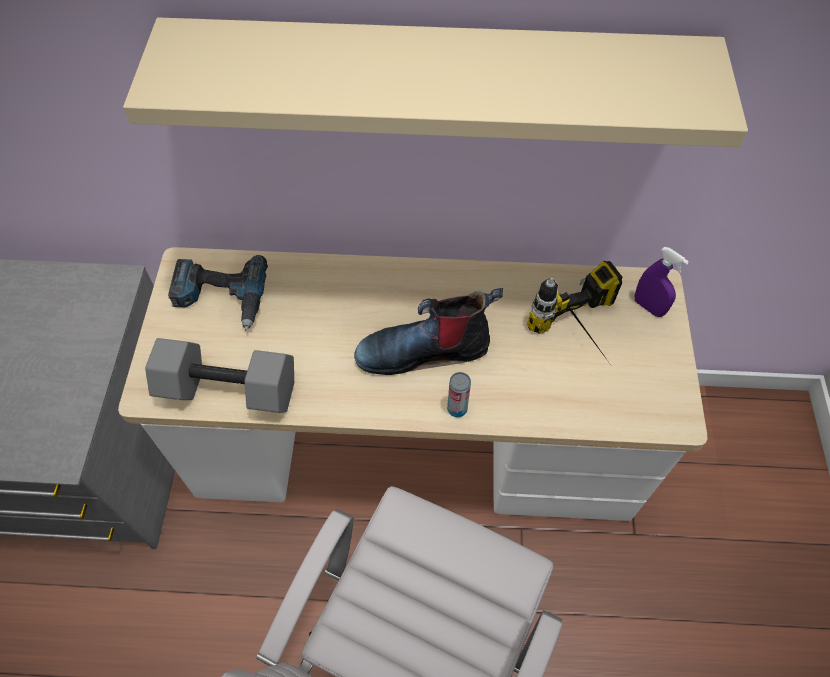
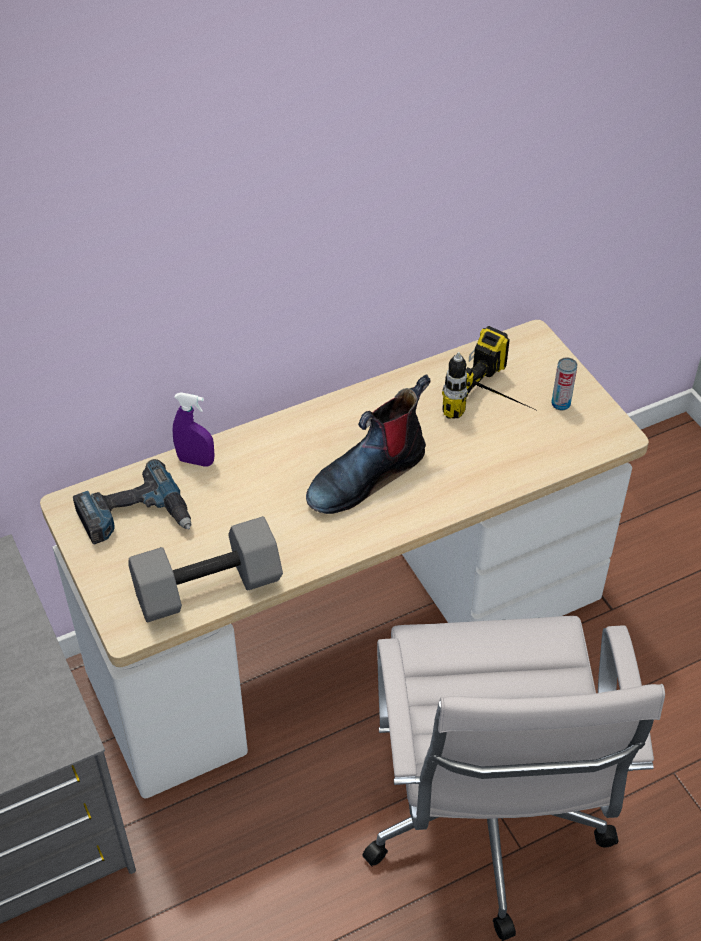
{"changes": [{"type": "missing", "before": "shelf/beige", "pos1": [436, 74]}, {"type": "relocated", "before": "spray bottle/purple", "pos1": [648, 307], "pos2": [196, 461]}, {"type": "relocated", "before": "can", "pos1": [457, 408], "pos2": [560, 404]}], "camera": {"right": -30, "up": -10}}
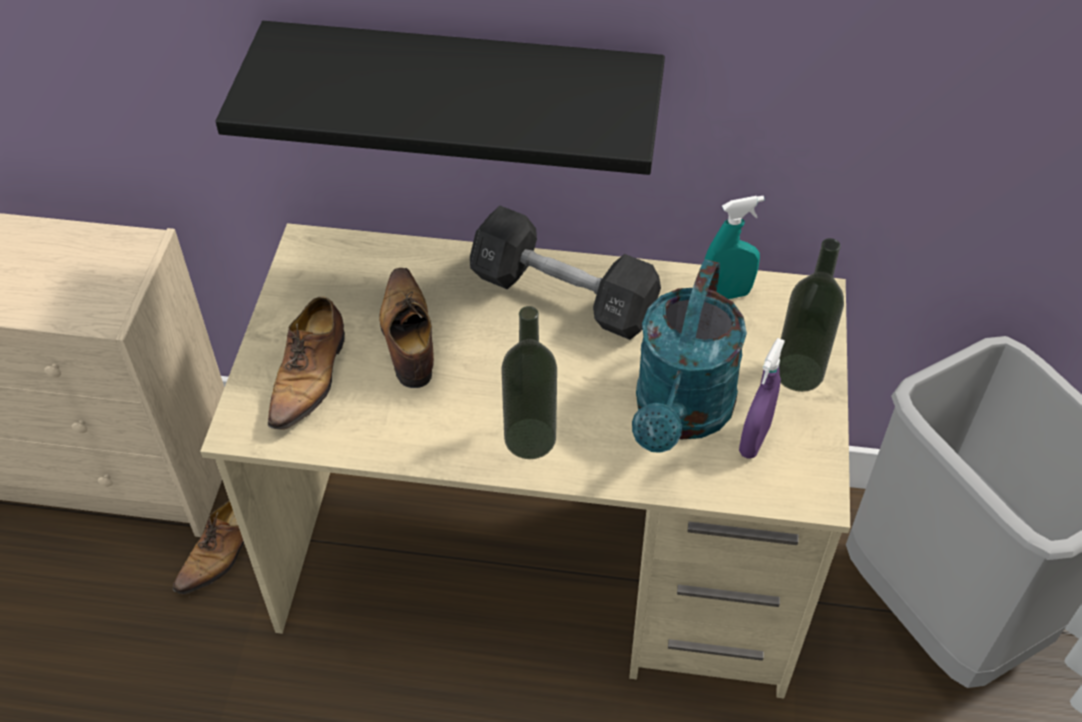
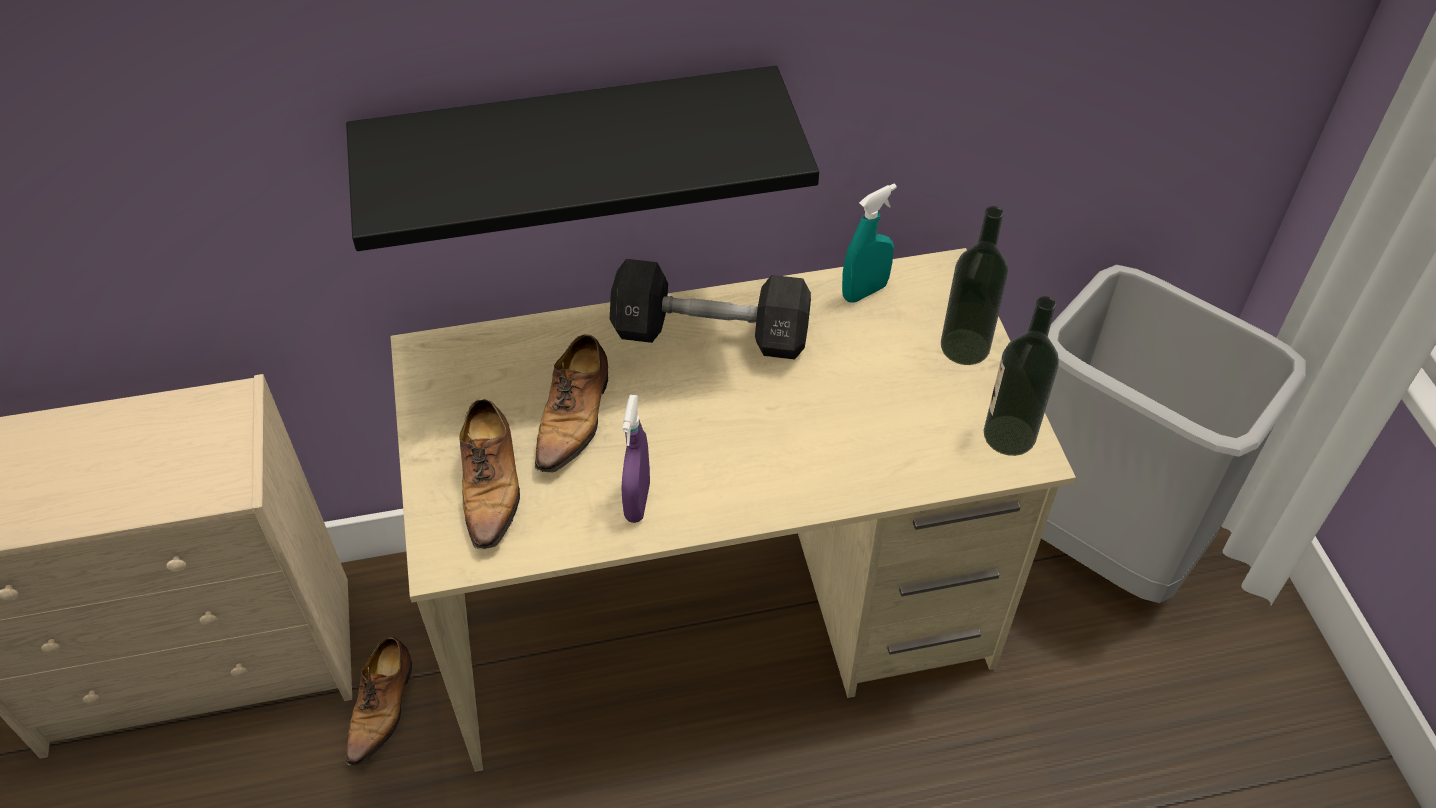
{"changes": [{"type": "missing", "before": "watering can/turquoise", "pos1": [680, 415]}, {"type": "spun", "before": "shoe", "pos1": [408, 337], "pos2": [574, 417], "turn": -135}, {"type": "relocated", "before": "bottle", "pos1": [530, 438], "pos2": [1009, 435]}, {"type": "relocated", "before": "spray bottle/purple", "pos1": [754, 440], "pos2": [637, 501]}], "camera": {"right": -20, "up": 0}}
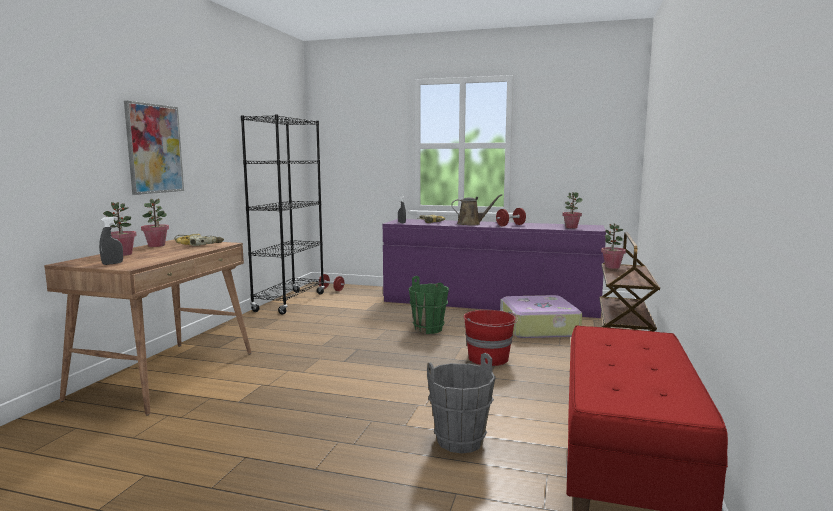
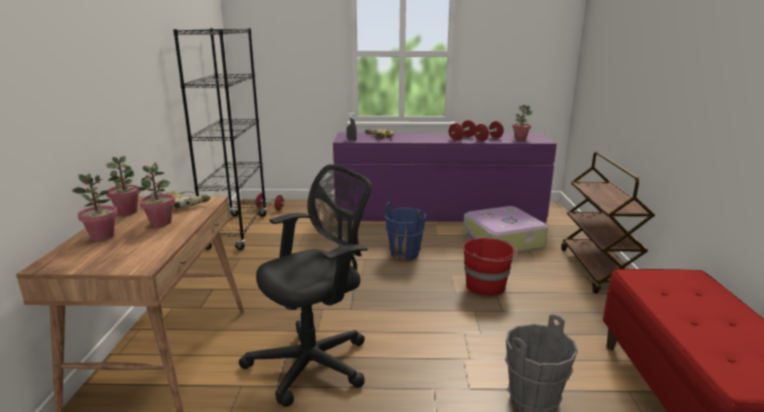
{"changes": [{"type": "missing", "before": "picture", "pos1": [154, 149]}, {"type": "missing", "before": "watering can/brown", "pos1": [471, 224]}, {"type": "missing", "before": "spray bottle/grey", "pos1": [112, 263]}, {"type": "relocated", "before": "potted plant", "pos1": [612, 267], "pos2": [160, 223]}, {"type": "colour", "before": "bucket/green", "after": "bucket/blue", "pos1": [428, 329], "pos2": [405, 254]}, {"type": "appeared", "after": "dumbbell/red", "pos2": [488, 139]}, {"type": "appeared", "after": "office chair/black", "pos2": [315, 363]}], "camera": {"right": -15, "up": 10}}
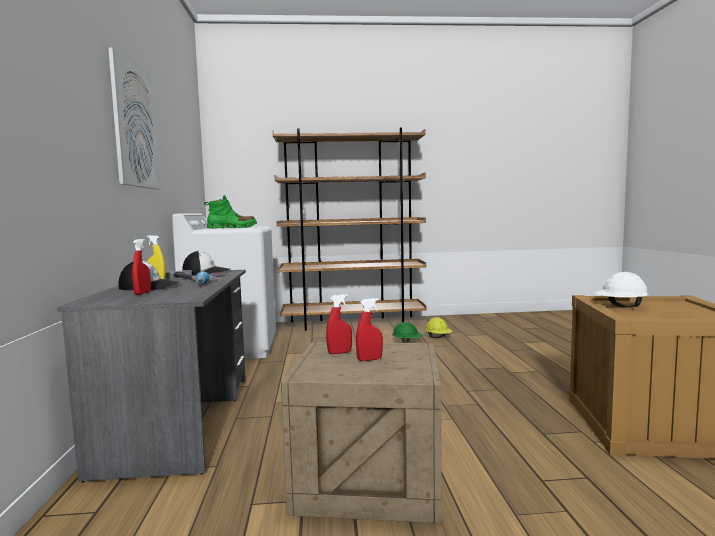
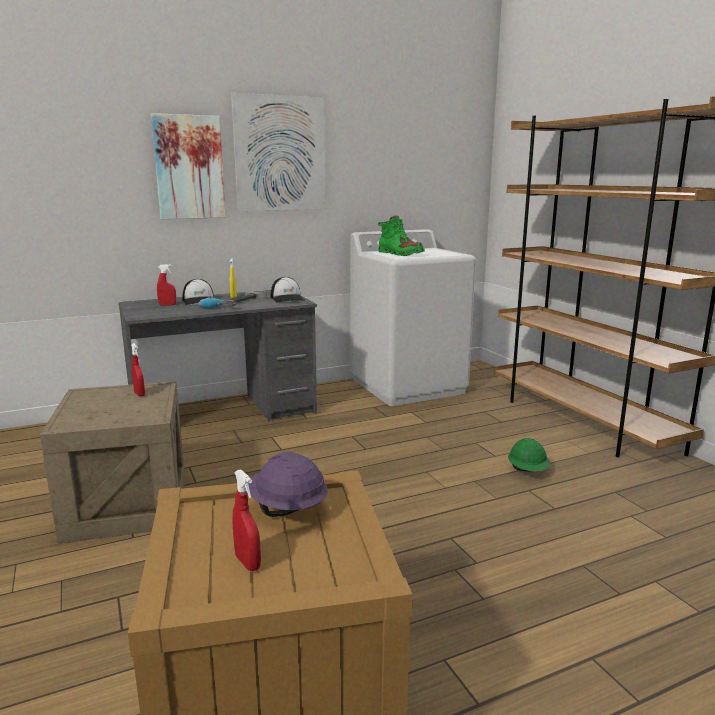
{"changes": [{"type": "colour", "before": "hard hat/white", "after": "hard hat/purple", "pos1": [621, 307], "pos2": [287, 509]}, {"type": "relocated", "before": "spray bottle/red", "pos1": [369, 359], "pos2": [247, 563]}, {"type": "missing", "before": "hard hat/yellow", "pos1": [438, 337]}, {"type": "appeared", "after": "picture", "pos2": [189, 167]}], "camera": {"right": 70, "up": 10}}
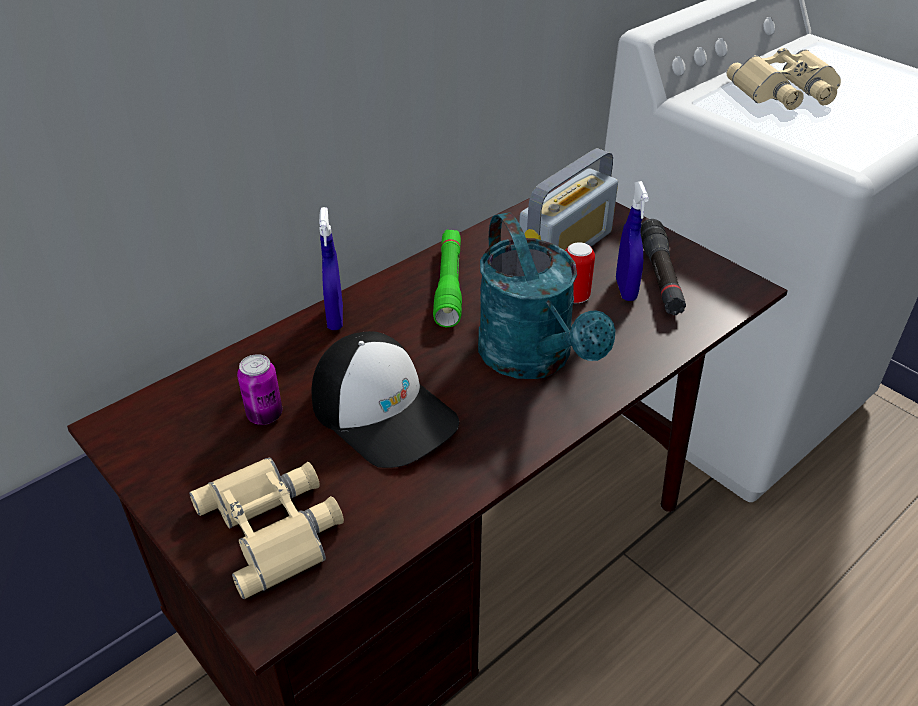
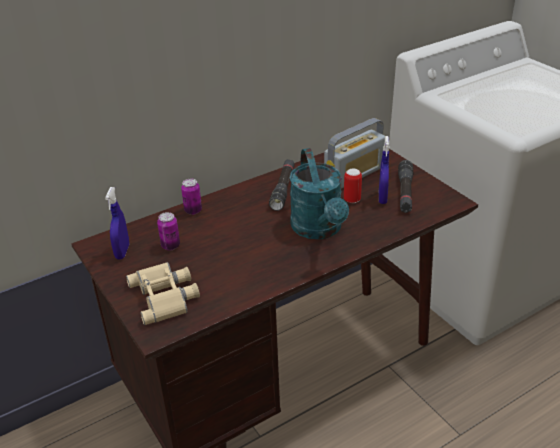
{"changes": [{"type": "missing", "before": "binoculars/beige", "pos1": [786, 91]}, {"type": "relocated", "before": "spray bottle/blue", "pos1": [335, 318], "pos2": [122, 252]}, {"type": "colour", "before": "flashlight/green", "after": "flashlight/black", "pos1": [449, 285], "pos2": [283, 189]}, {"type": "missing", "before": "cap", "pos1": [384, 411]}, {"type": "appeared", "after": "can", "pos2": [193, 210]}], "camera": {"right": 10, "up": -5}}
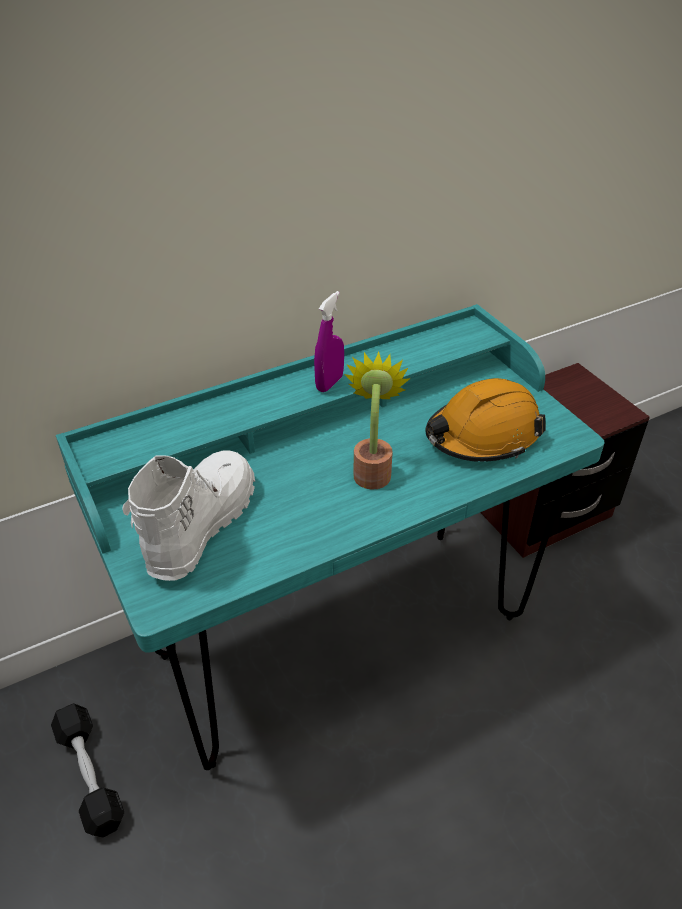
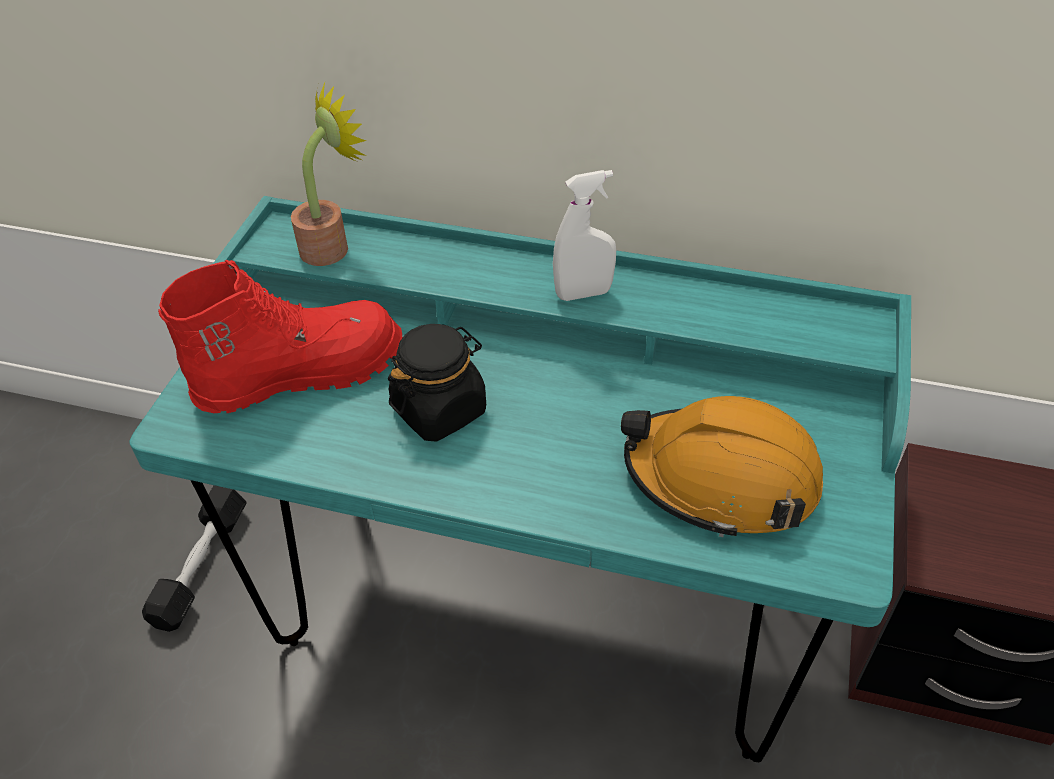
{"changes": [{"type": "colour", "before": "spray bottle/purple", "after": "spray bottle/white", "pos1": [329, 383], "pos2": [583, 293]}, {"type": "relocated", "before": "potted plant", "pos1": [372, 470], "pos2": [333, 245]}, {"type": "colour", "before": "boot/white", "after": "boot/red", "pos1": [200, 526], "pos2": [300, 373]}, {"type": "appeared", "after": "jar/black", "pos2": [440, 409]}], "camera": {"right": 45, "up": 5}}
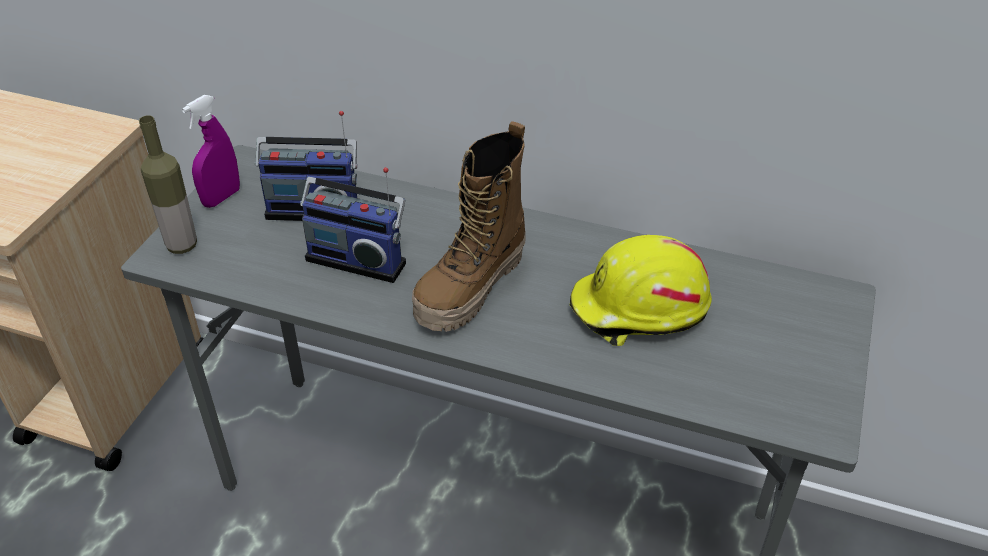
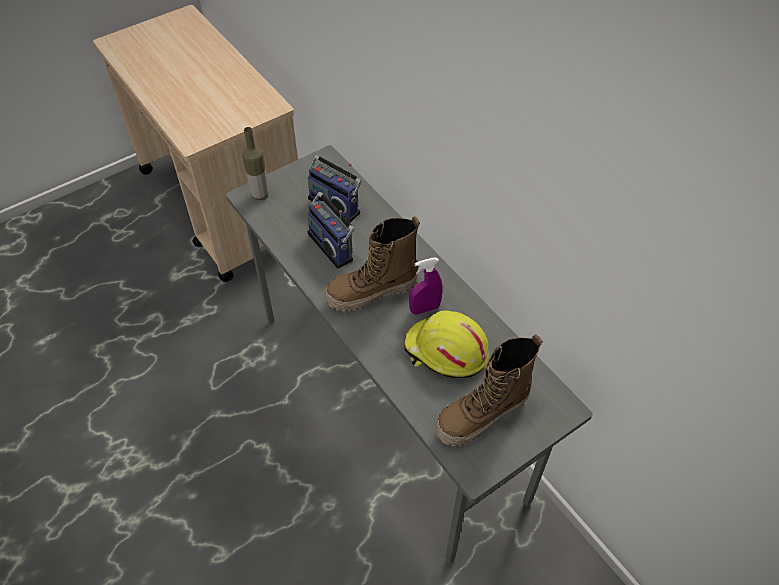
{"changes": [{"type": "relocated", "before": "spray bottle/purple", "pos1": [221, 198], "pos2": [424, 309]}, {"type": "appeared", "after": "boot", "pos2": [482, 416]}], "camera": {"right": 35, "up": 10}}
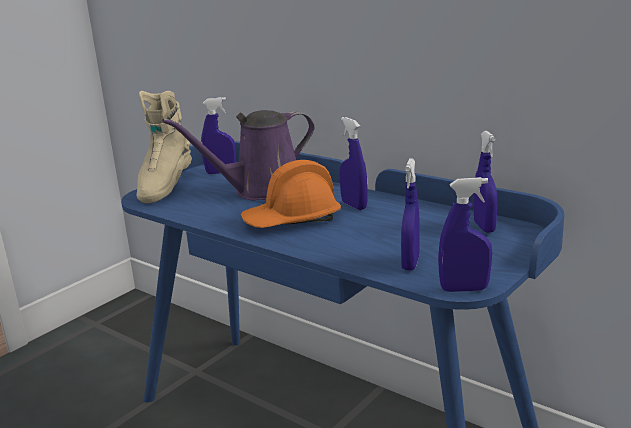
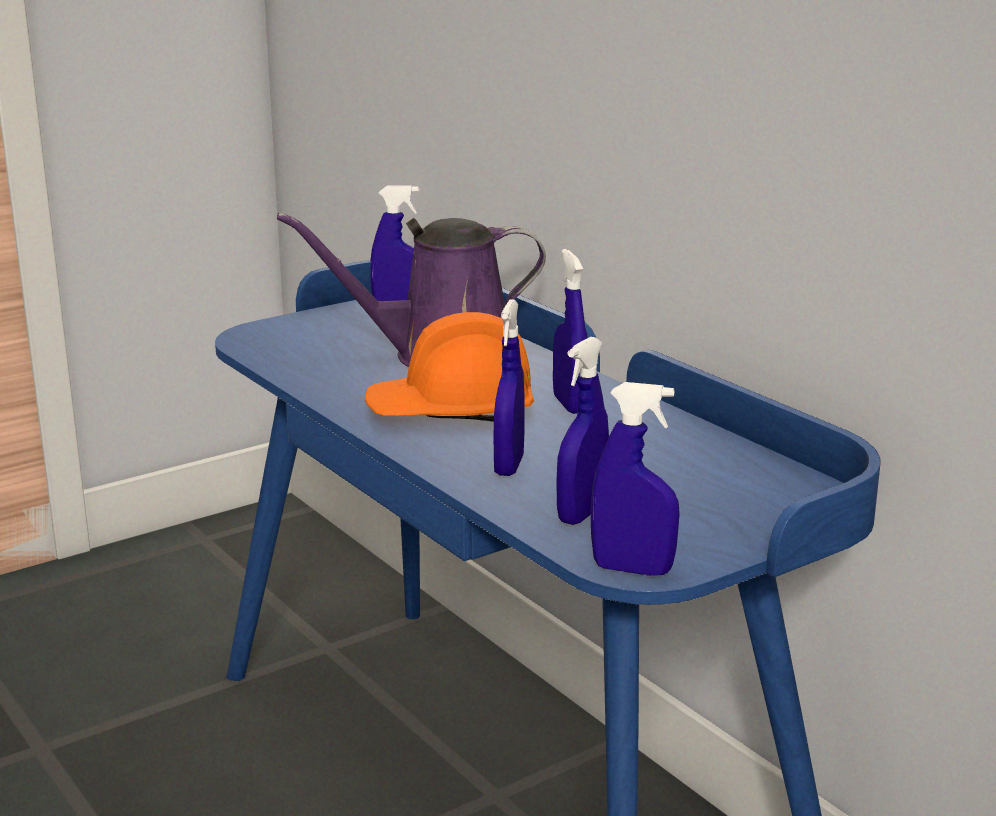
{"changes": [{"type": "missing", "before": "boot/beige", "pos1": [165, 187]}, {"type": "relocated", "before": "spray bottle/blue", "pos1": [484, 227], "pos2": [509, 466]}], "camera": {"right": 15, "up": 0}}
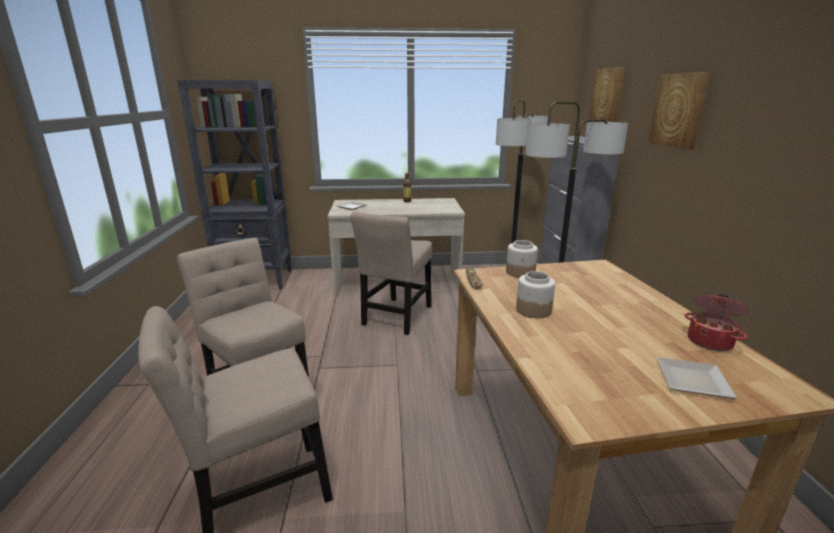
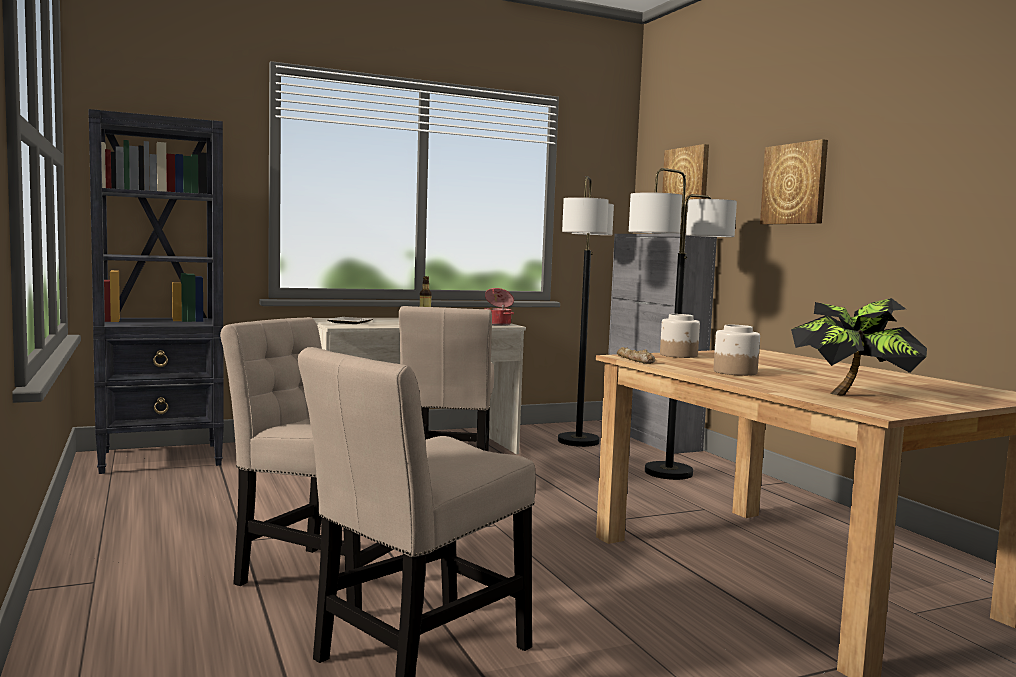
{"changes": [{"type": "relocated", "before": "cooking pot", "pos1": [710, 341], "pos2": [497, 324]}, {"type": "missing", "before": "plate", "pos1": [694, 380]}, {"type": "appeared", "after": "potted plant", "pos2": [854, 395]}], "camera": {"right": -20, "up": -15}}
